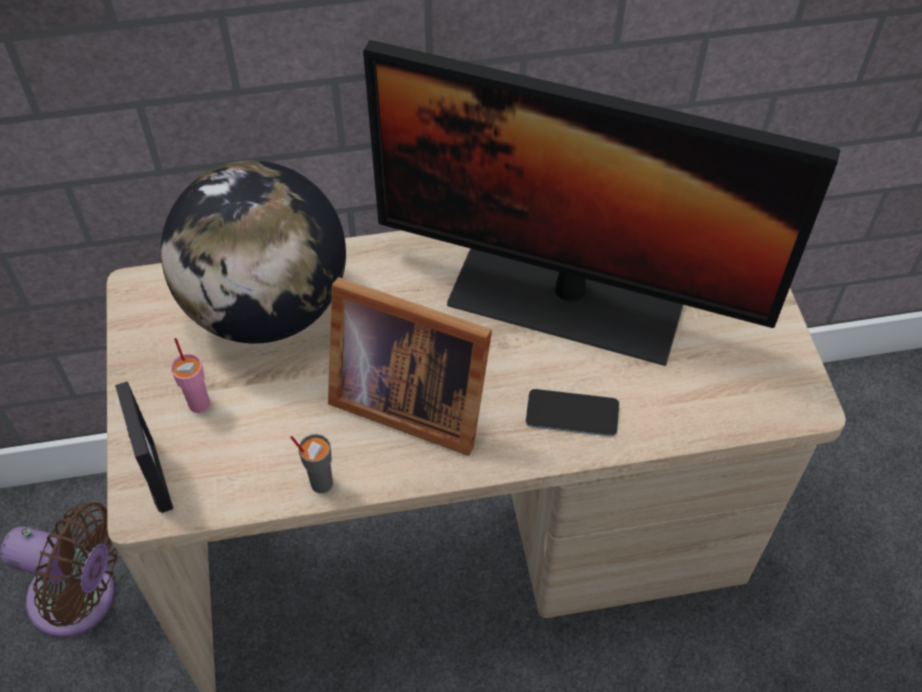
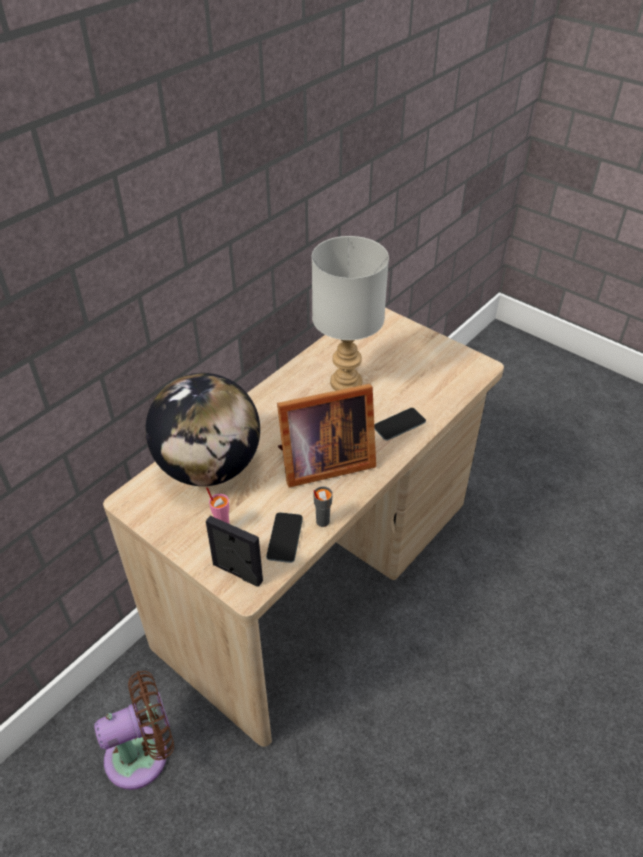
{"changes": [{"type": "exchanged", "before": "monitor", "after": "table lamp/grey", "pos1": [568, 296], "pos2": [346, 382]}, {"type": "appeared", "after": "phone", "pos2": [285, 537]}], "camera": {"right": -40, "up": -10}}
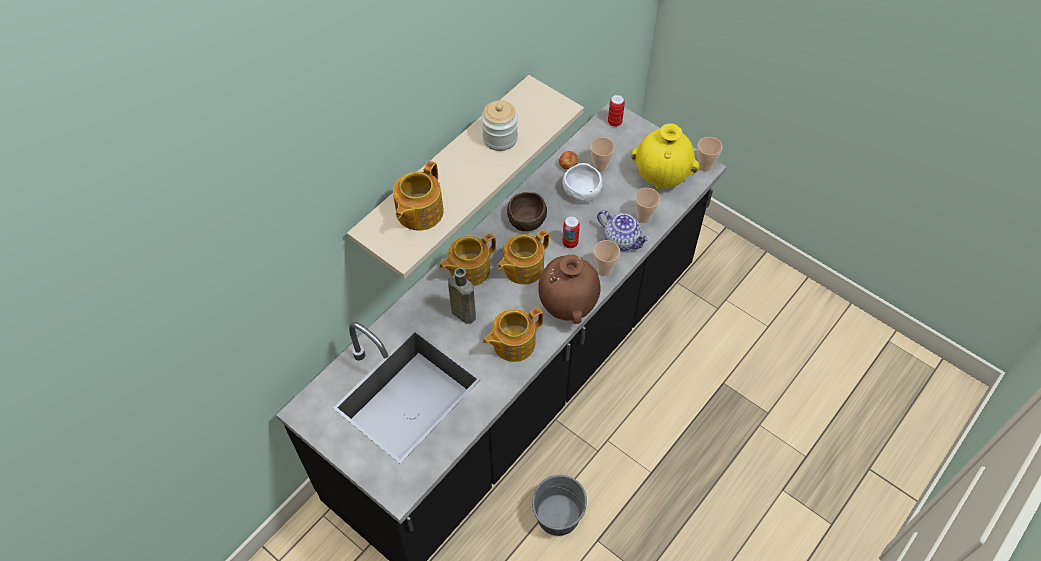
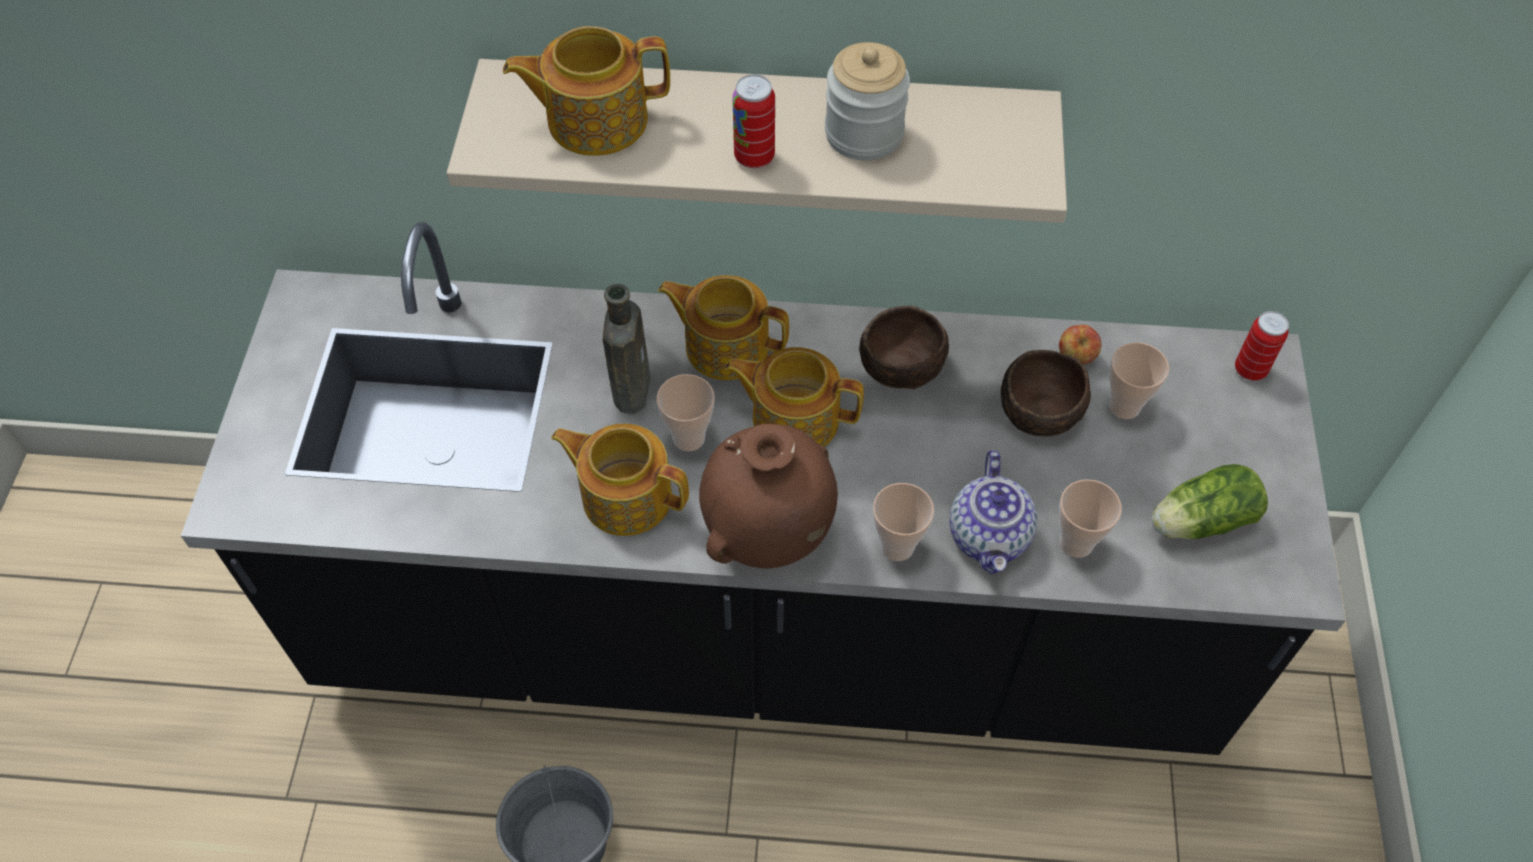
{"changes": [{"type": "exchanged", "before": "vase/yellow", "after": "lettuce", "pos1": [662, 178], "pos2": [1198, 521]}, {"type": "relocated", "before": "cup", "pos1": [705, 166], "pos2": [689, 438]}, {"type": "colour", "before": "bowl/white", "after": "bowl/brown", "pos1": [582, 192], "pos2": [1038, 411]}, {"type": "relocated", "before": "can", "pos1": [570, 243], "pos2": [754, 157]}], "camera": {"right": 55, "up": 0}}
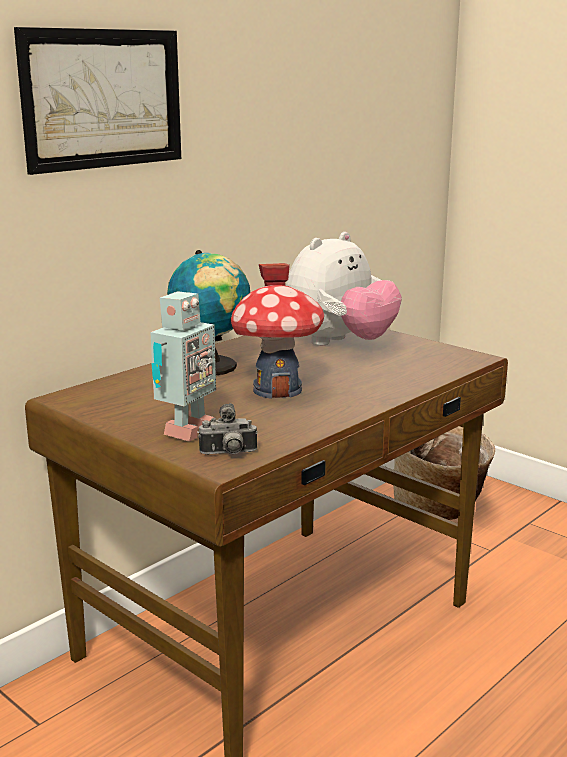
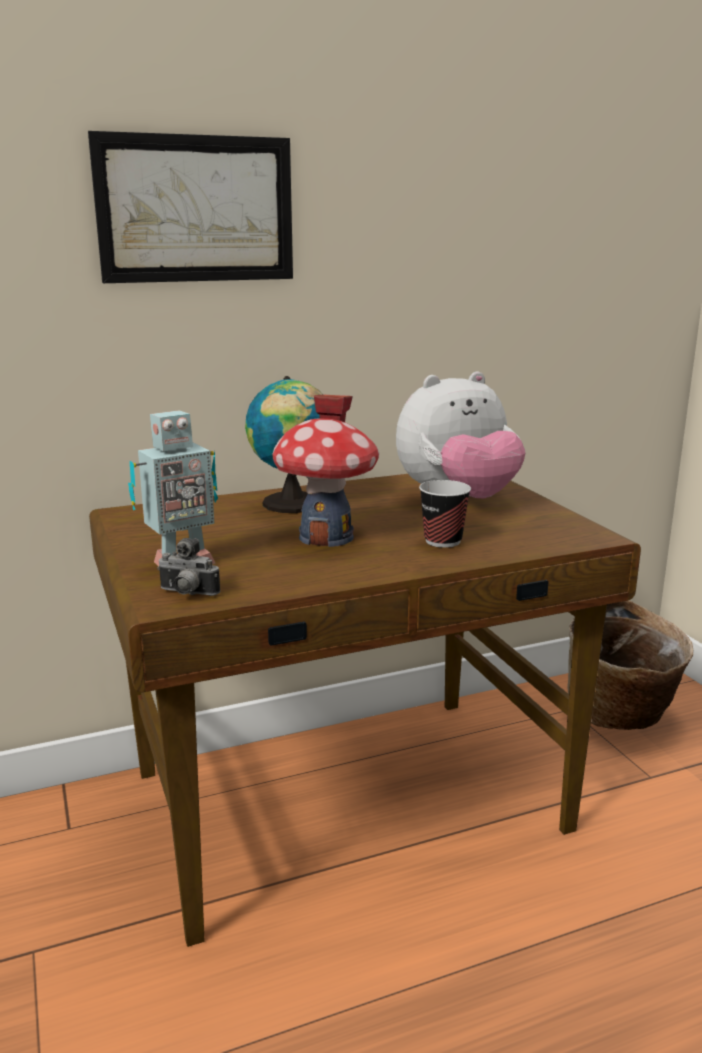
{"changes": [{"type": "appeared", "after": "cup", "pos2": [443, 541]}], "camera": {"right": 25, "up": 0}}
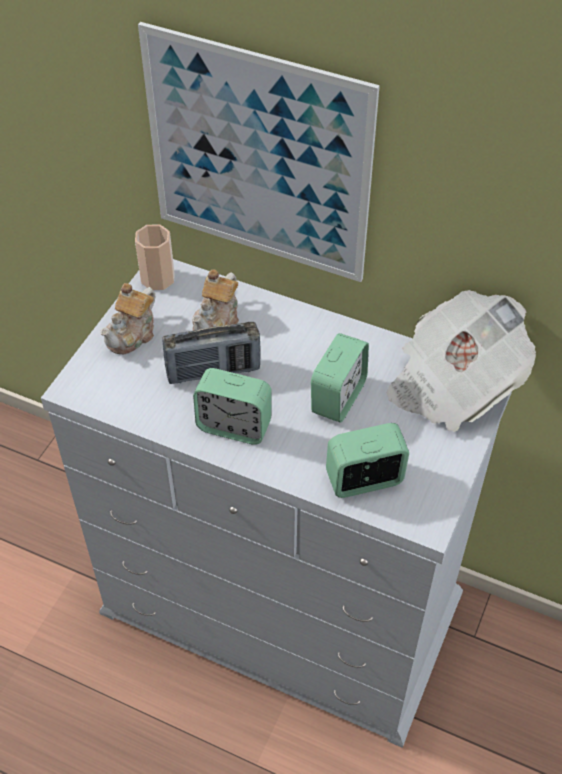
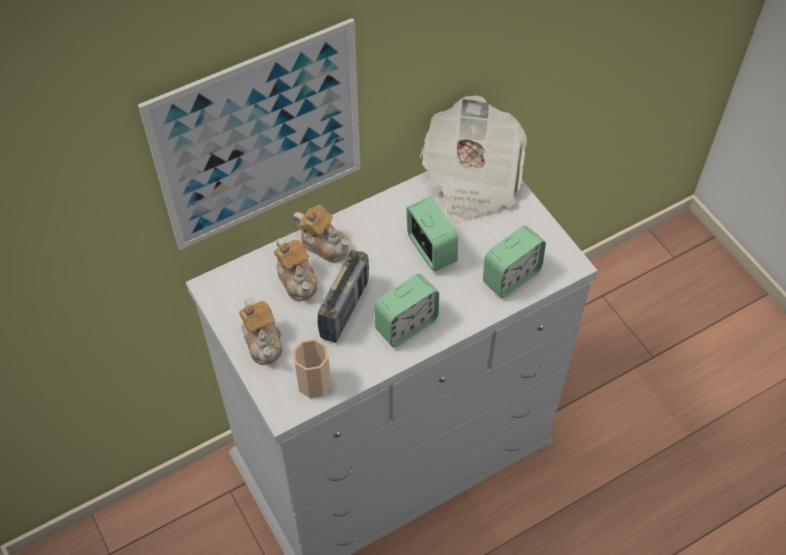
{"changes": [{"type": "relocated", "before": "cup", "pos1": [157, 278], "pos2": [314, 383]}, {"type": "spun", "before": "alarm clock", "pos1": [364, 480], "pos2": [511, 277], "turn": -150}, {"type": "appeared", "after": "teapot", "pos2": [324, 244]}], "camera": {"right": -55, "up": 5}}
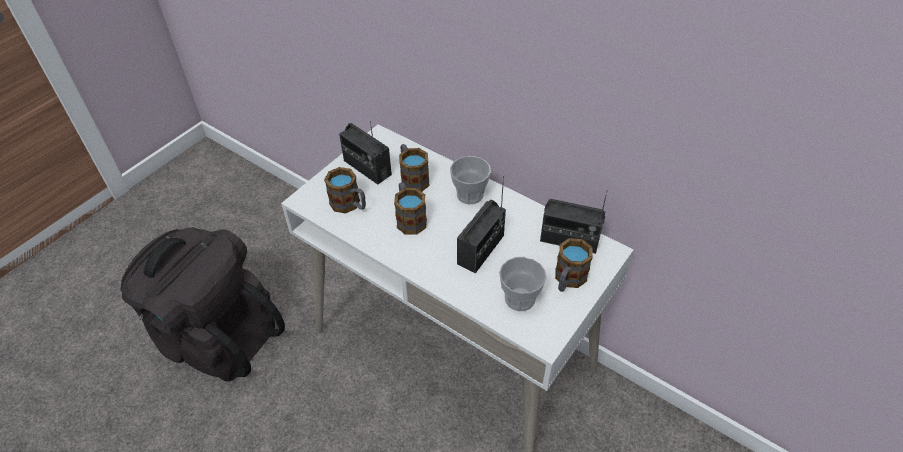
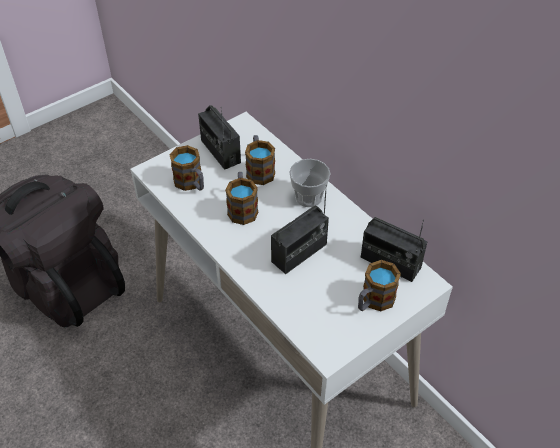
{"changes": [{"type": "missing", "before": "cup", "pos1": [520, 298]}], "camera": {"right": 15, "up": 0}}
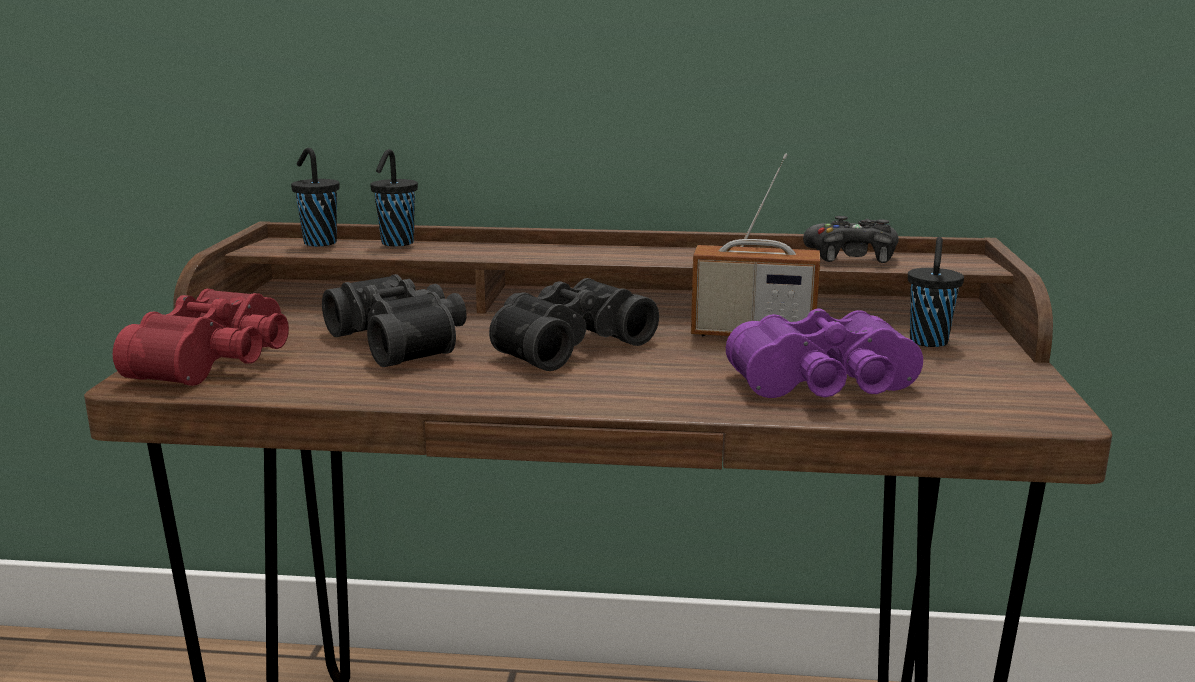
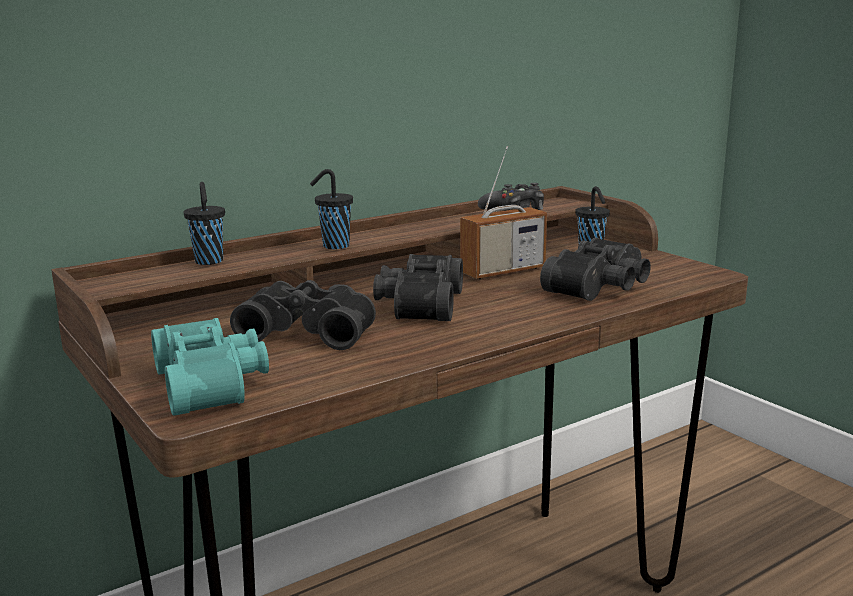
{"changes": [{"type": "relocated", "before": "cup/black", "pos1": [319, 243], "pos2": [334, 246]}, {"type": "colour", "before": "binoculars/red", "after": "binoculars/turquoise", "pos1": [221, 362], "pos2": [214, 383]}, {"type": "colour", "before": "binoculars/purple", "after": "binoculars/black", "pos1": [827, 387], "pos2": [602, 288]}], "camera": {"right": -40, "up": 0}}
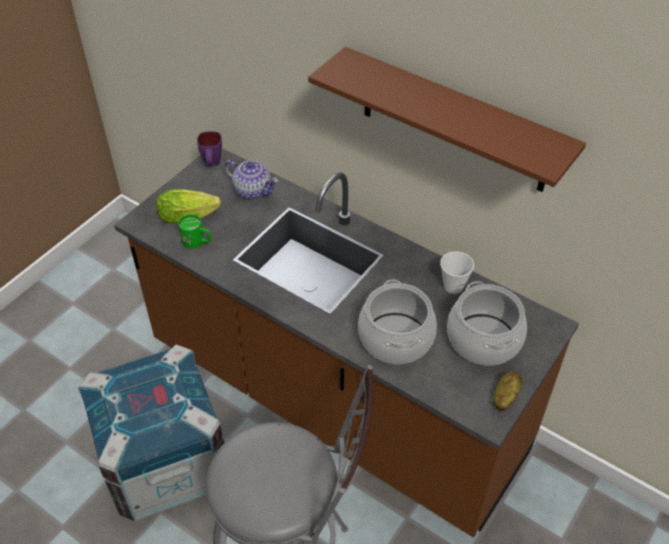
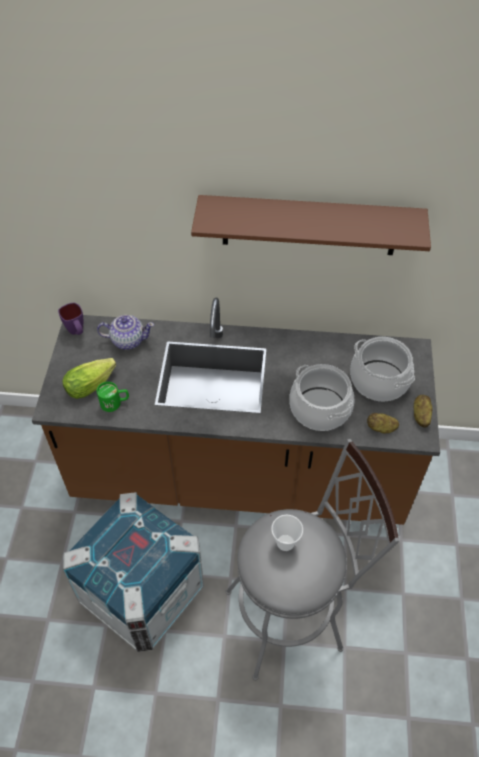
{"changes": [{"type": "relocated", "before": "cup", "pos1": [453, 286], "pos2": [285, 542]}, {"type": "appeared", "after": "potato", "pos2": [381, 428]}], "camera": {"right": -30, "up": 5}}
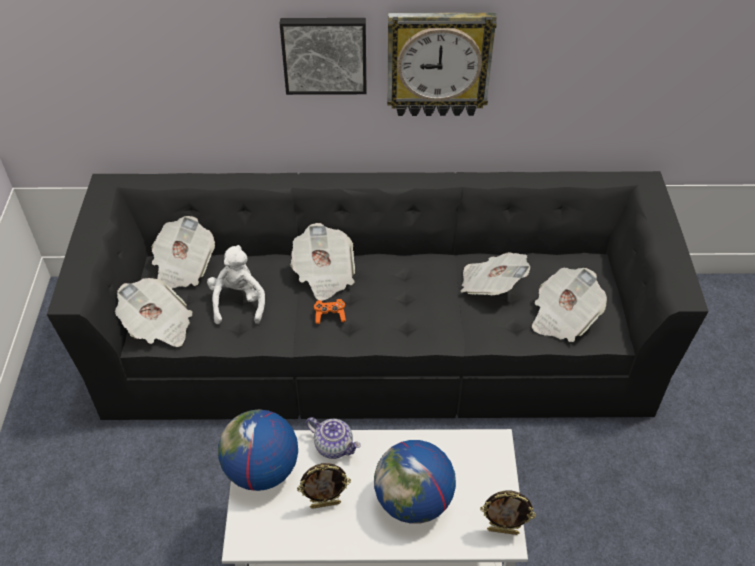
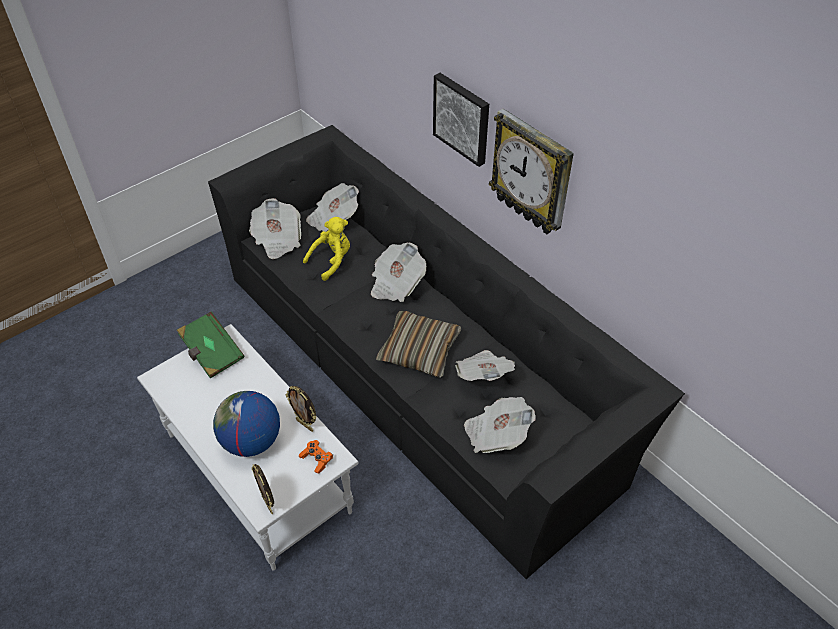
{"changes": [{"type": "colour", "before": "plush toy/white", "after": "plush toy/yellow", "pos1": [238, 302], "pos2": [332, 261]}, {"type": "relocated", "before": "game controller/orange", "pos1": [330, 315], "pos2": [317, 459]}, {"type": "exchanged", "before": "globe", "after": "book/green", "pos1": [261, 470], "pos2": [212, 353]}, {"type": "missing", "before": "teapot", "pos1": [334, 446]}, {"type": "relocated", "before": "picture frame", "pos1": [325, 504], "pos2": [305, 425]}, {"type": "appeared", "after": "pillow", "pos2": [419, 350]}], "camera": {"right": 50, "up": 0}}
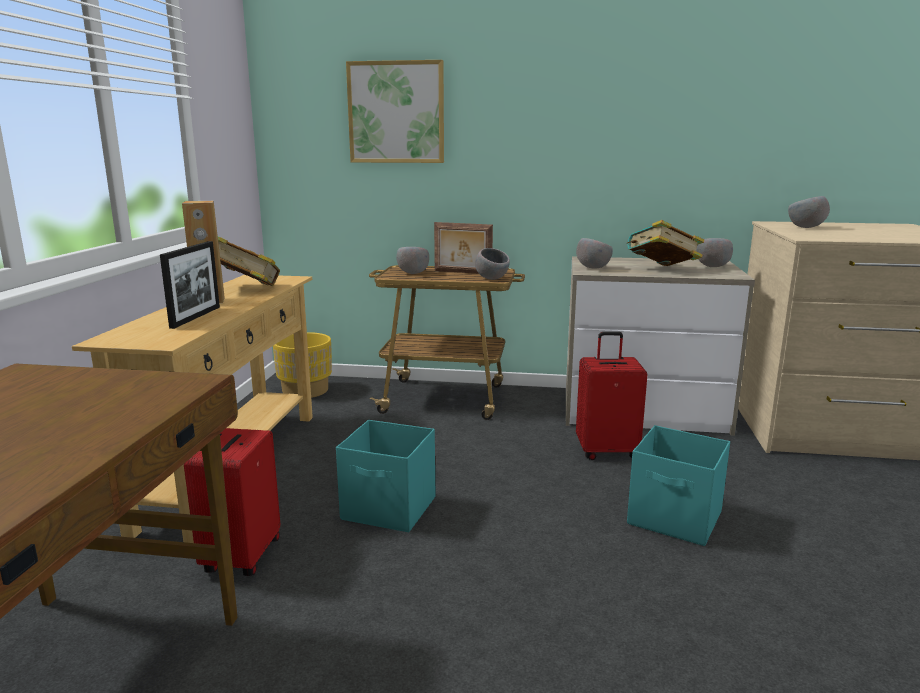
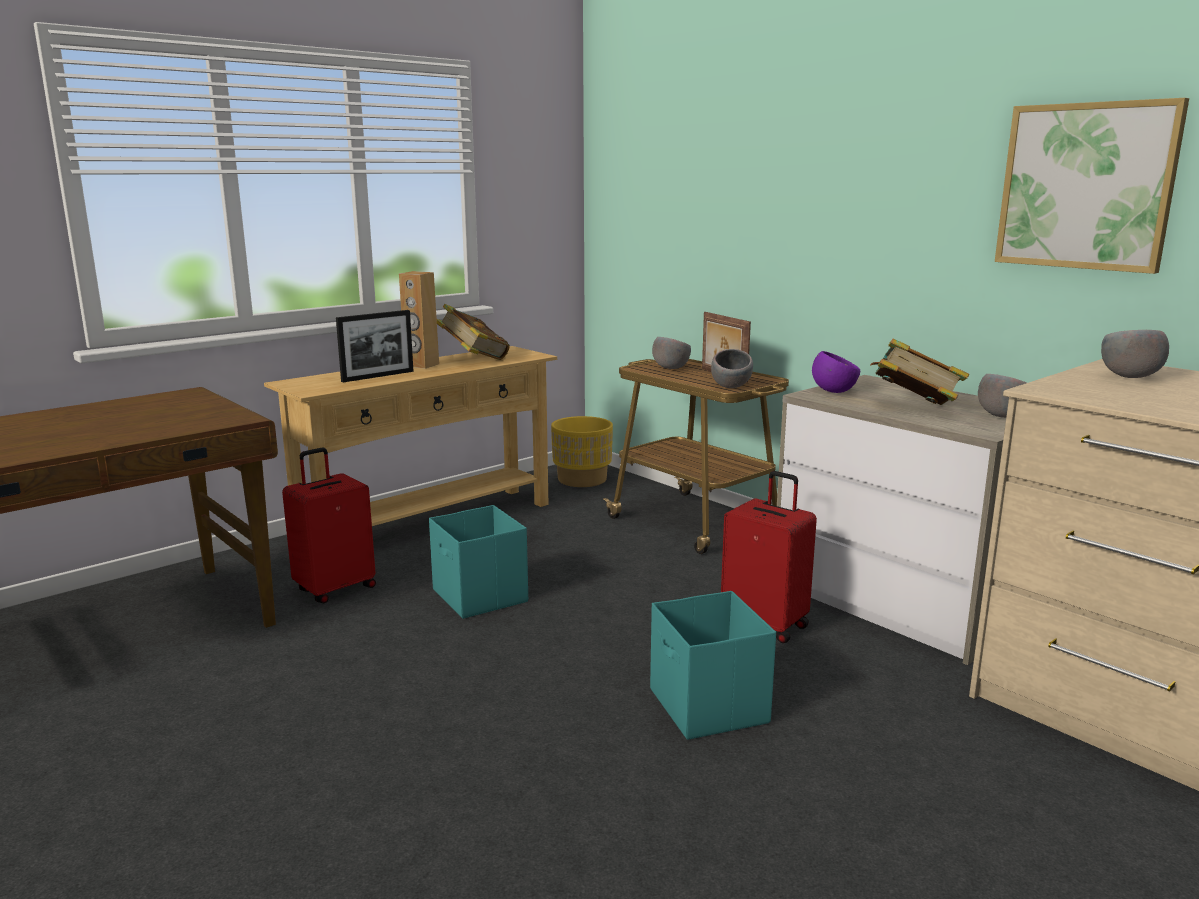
{"changes": [{"type": "relocated", "before": "picture", "pos1": [396, 112], "pos2": [1086, 186]}, {"type": "colour", "before": "bowl/grey", "after": "bowl/purple", "pos1": [592, 268], "pos2": [833, 391]}], "camera": {"right": 40, "up": 0}}
